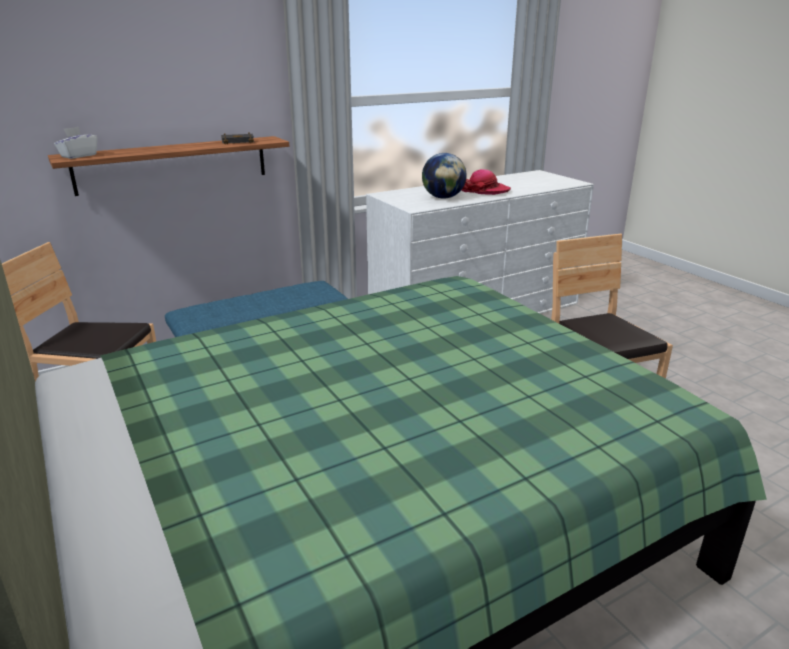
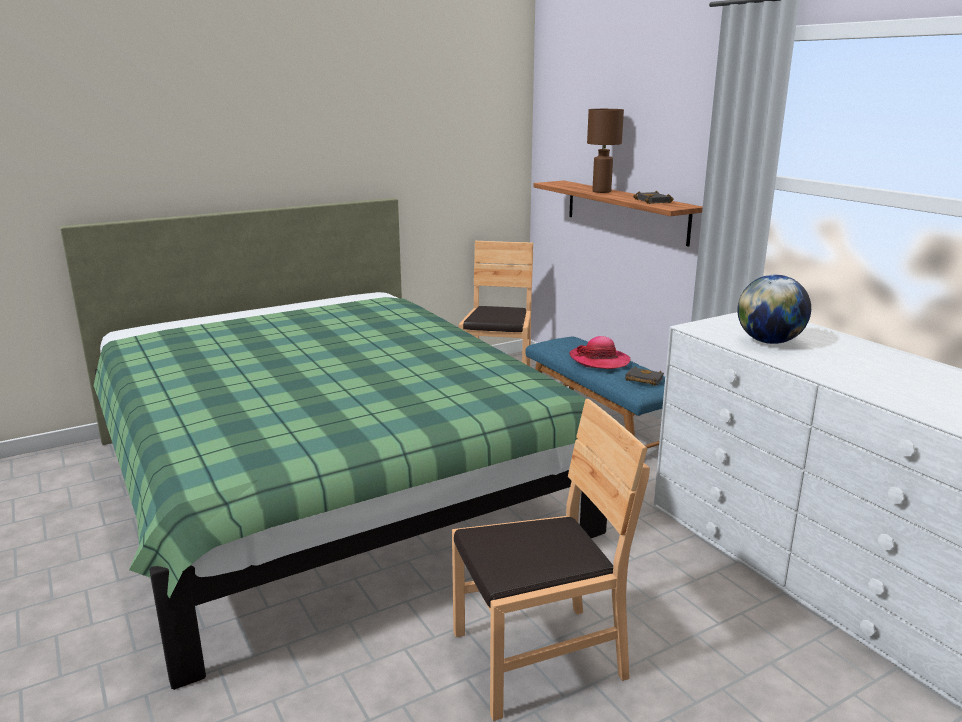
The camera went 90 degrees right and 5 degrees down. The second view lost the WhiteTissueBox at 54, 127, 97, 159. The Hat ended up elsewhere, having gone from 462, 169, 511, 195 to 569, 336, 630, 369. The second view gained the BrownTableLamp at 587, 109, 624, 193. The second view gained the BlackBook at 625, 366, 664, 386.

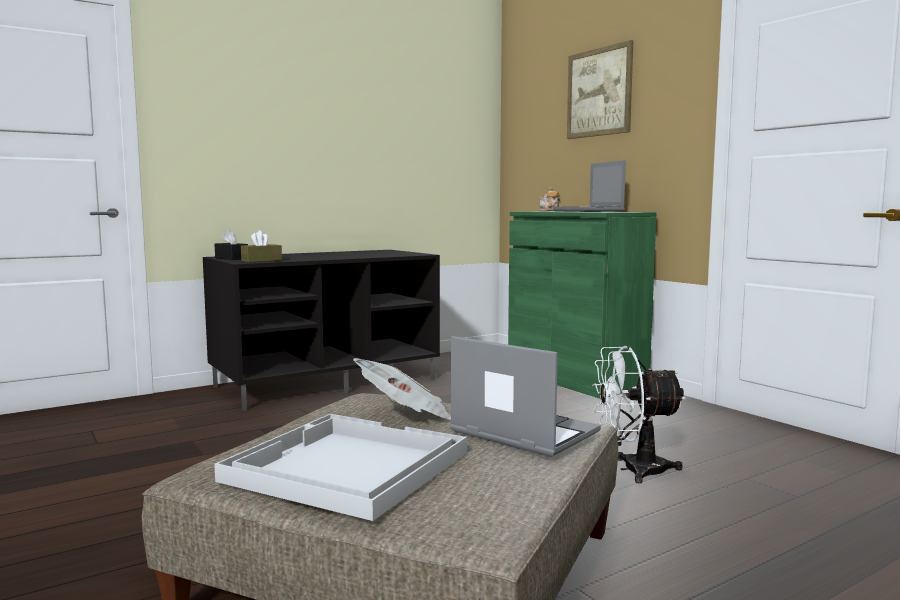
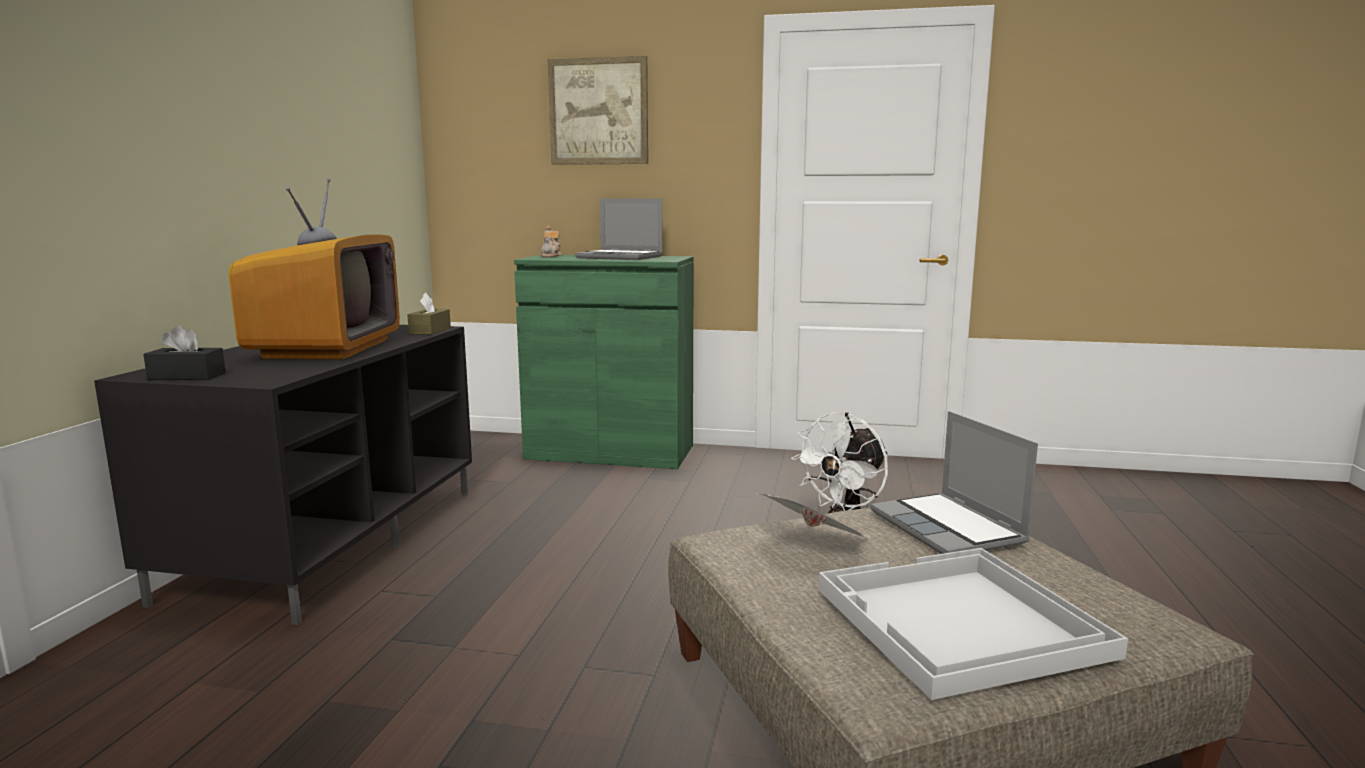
The camera went 45 degrees left and 5 degrees up. The BrownTissueBox ended up elsewhere, having gone from 241, 230, 282, 262 to 407, 293, 451, 335. The Laptop at 450, 336, 601, 457 ended up facing another way, 105 degrees counterclockwise from before. The second view gained the Television at 229, 179, 400, 359.

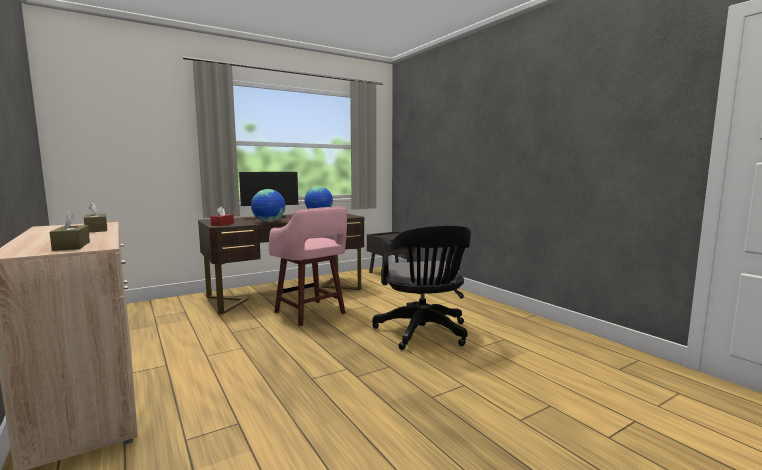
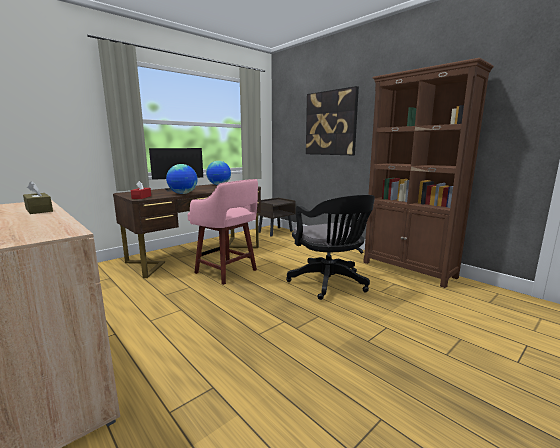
The camera went 10 degrees left and 5 degrees up. The second view lost the BrownTissueBox at 50, 211, 90, 251. The second view gained the BrownBookcase at 363, 58, 494, 288. The second view gained the Picture at 306, 86, 359, 155.

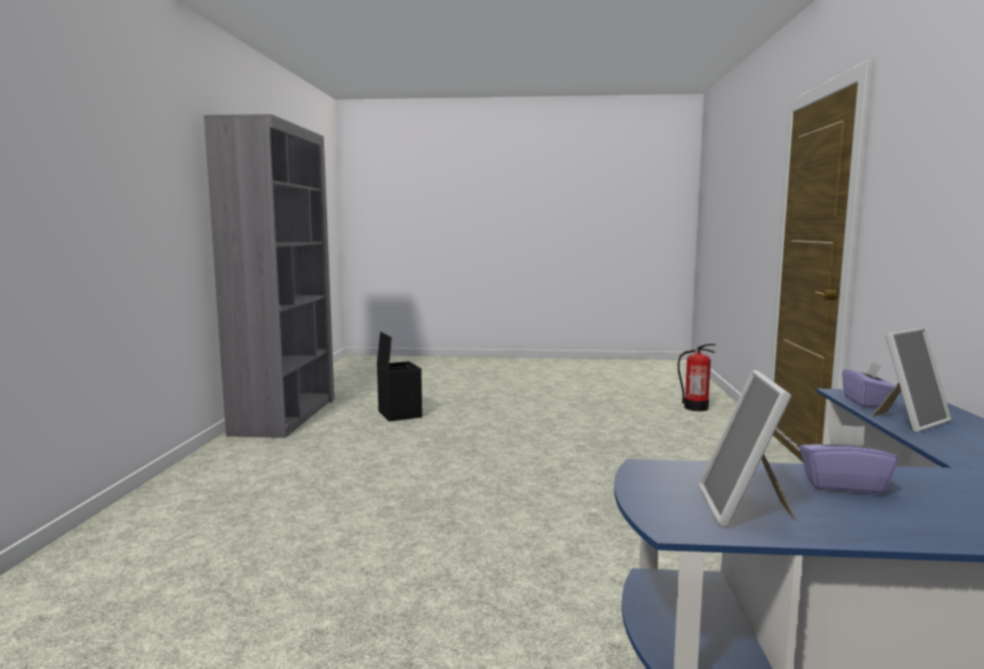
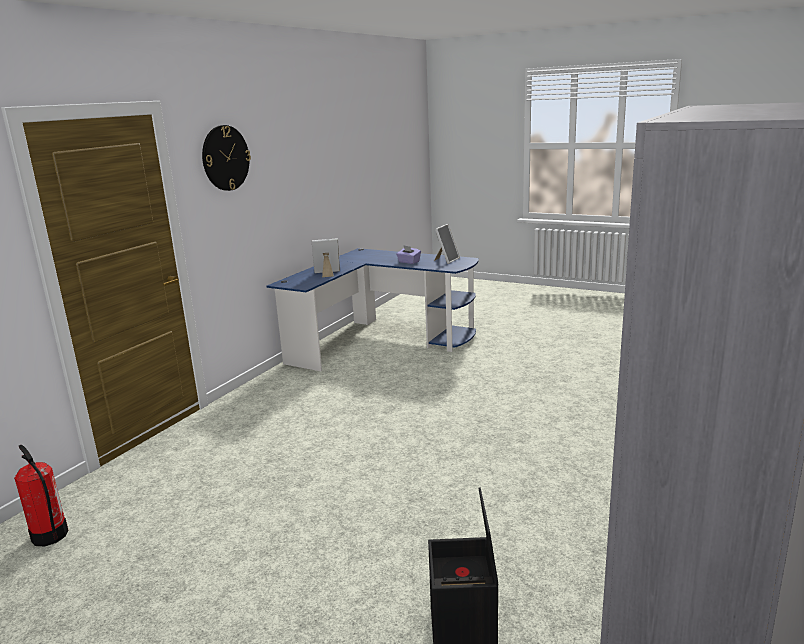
The camera went 155 degrees left and 10 degrees up. The second view lost the PurpleTissueBox at 842, 362, 895, 408. The second view gained the WallClock at 202, 125, 251, 191.

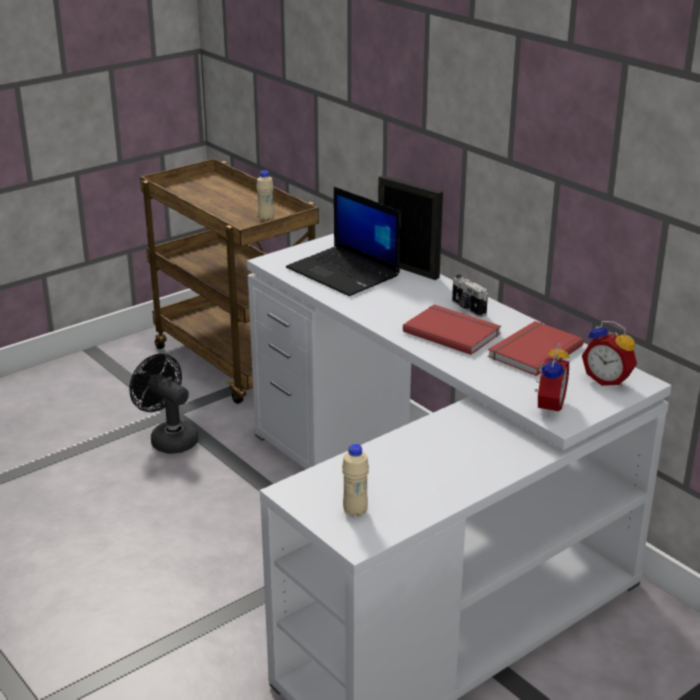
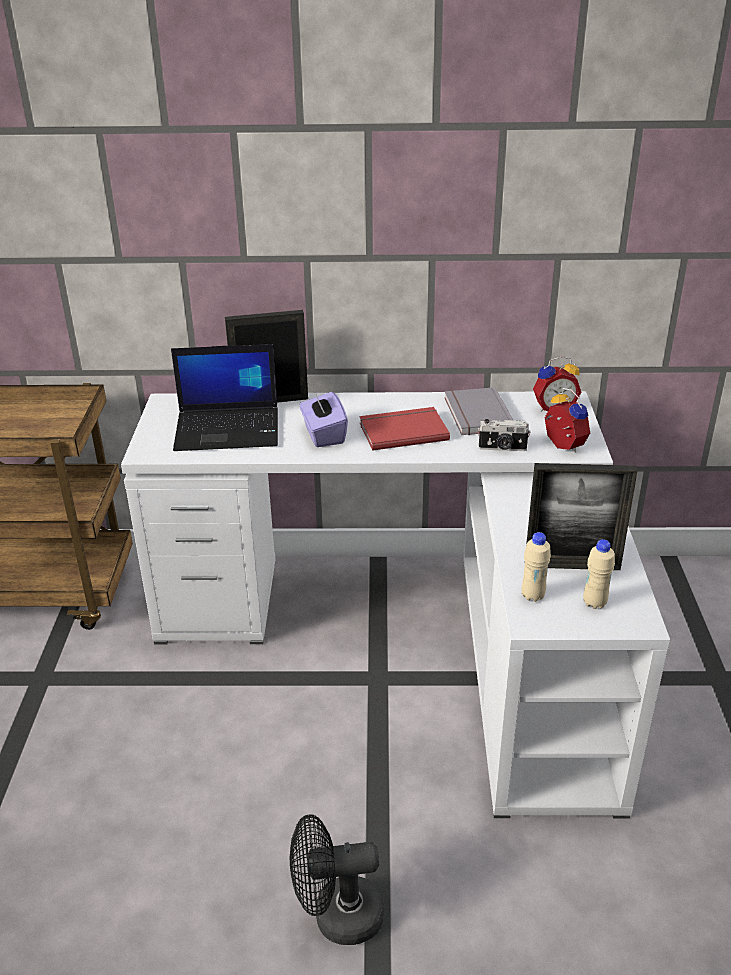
The camera went 50 degrees left and 5 degrees up. The BeigeBottle ended up elsewhere, having gone from 256, 170, 274, 221 to 522, 532, 551, 602. The PhotoCamera ended up elsewhere, having gone from 452, 275, 488, 317 to 478, 419, 530, 451. What was the RedBook at 488, 321, 584, 376 turned into the GreyBook at 445, 387, 513, 435. The BlackFan ended up elsewhere, having gone from 129, 354, 198, 454 to 290, 814, 384, 945. The second view gained the PurpleTissueBox at 300, 390, 348, 447. The second view gained the PictureFrame at 526, 463, 637, 570.

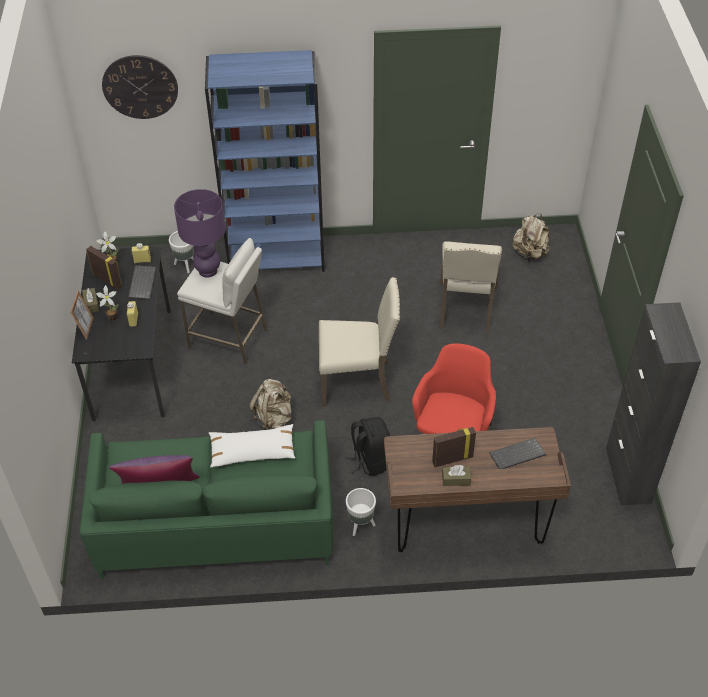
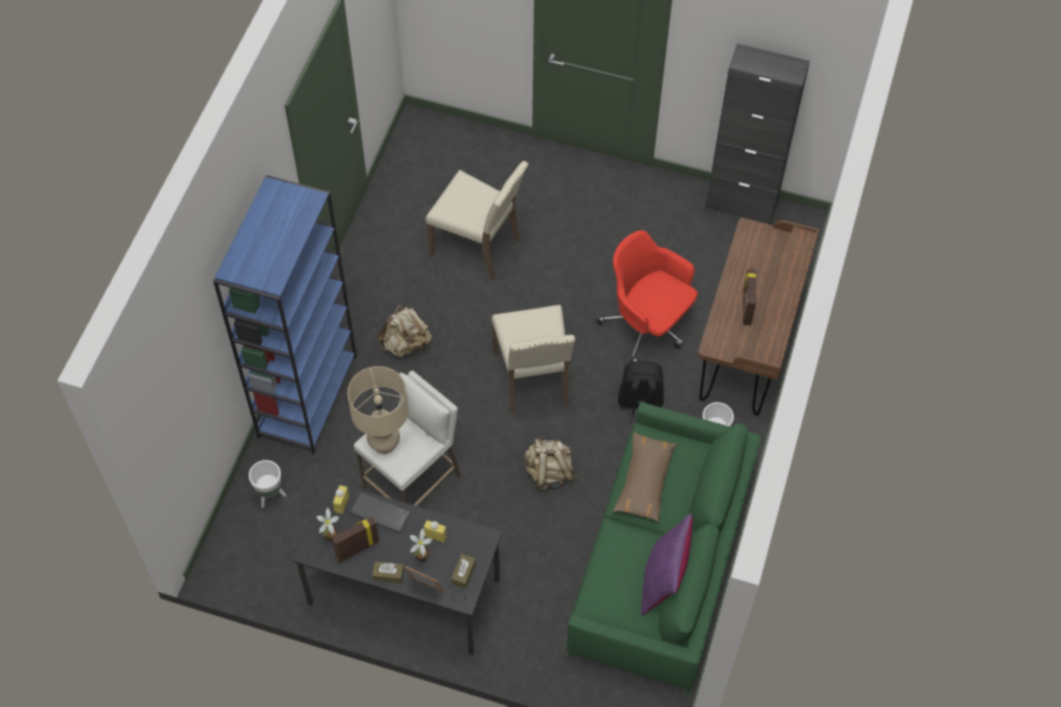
The camera went 70 degrees left and 10 degrees up. The second view lost the WallClock at 102, 55, 178, 119. What was the PurpleTableLamp at 174, 189, 226, 278 turned into the BeigeTableLamp at 347, 366, 408, 454. The BeigeBackpack ended up elsewhere, having gone from 512, 213, 549, 262 to 377, 305, 432, 357. The BeigeChair at 319, 277, 400, 407 ended up facing another way, 150 degrees clockwise from before. What was the WhitePillow at 209, 424, 295, 468 turned into the BrownPillow at 613, 432, 677, 522. The second view lost the Keyboard at 489, 438, 546, 469. The BrownTissueBox ended up elsewhere, having gone from 442, 465, 471, 486 to 451, 554, 476, 589.

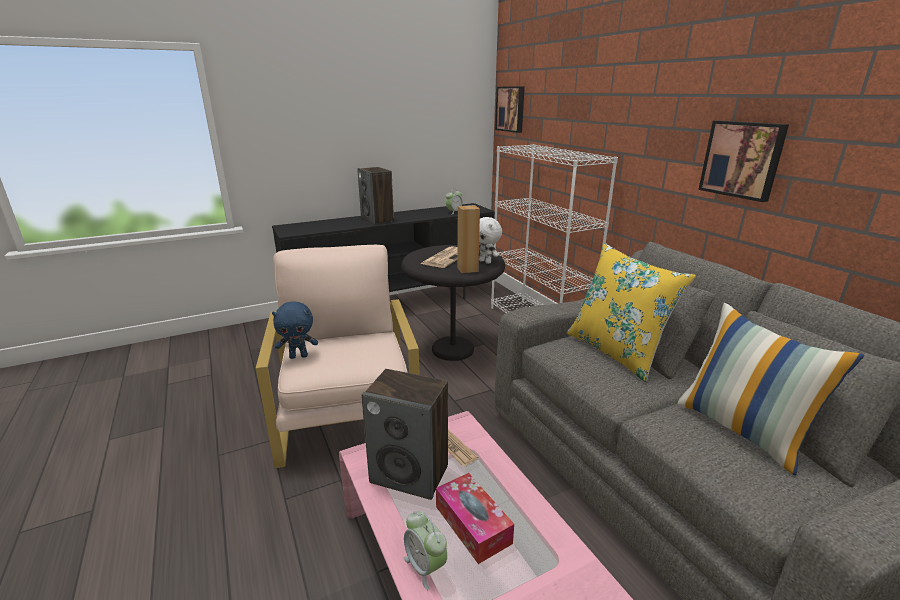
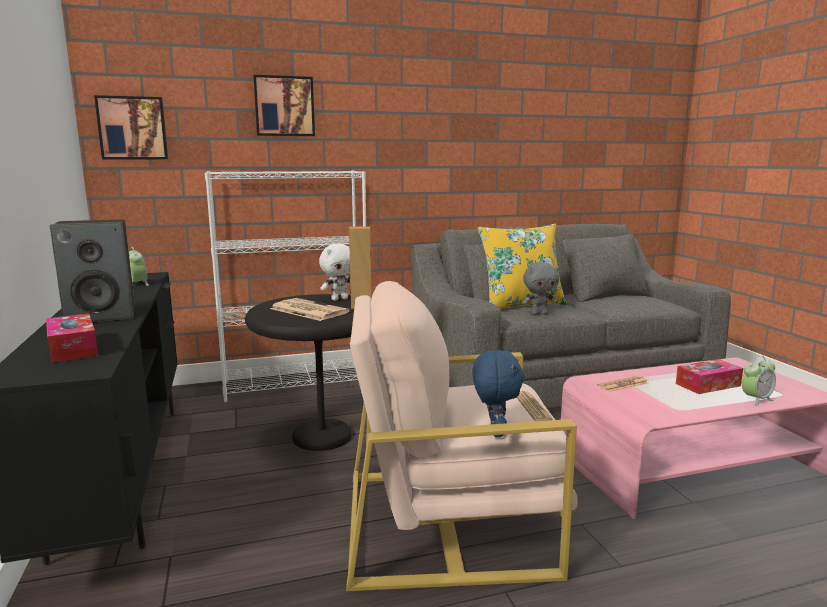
The camera went 80 degrees left and 10 degrees down. The Picture ended up elsewhere, having gone from 698, 120, 789, 202 to 253, 75, 315, 136. The second view lost the Pillow at 677, 303, 864, 476. The second view lost the Speaker at 361, 369, 448, 500. The second view gained the GreyPlushToy at 522, 262, 560, 315. The second view gained the TissueBox at 46, 313, 98, 363. The second view gained the Newspaper at 517, 391, 553, 421.

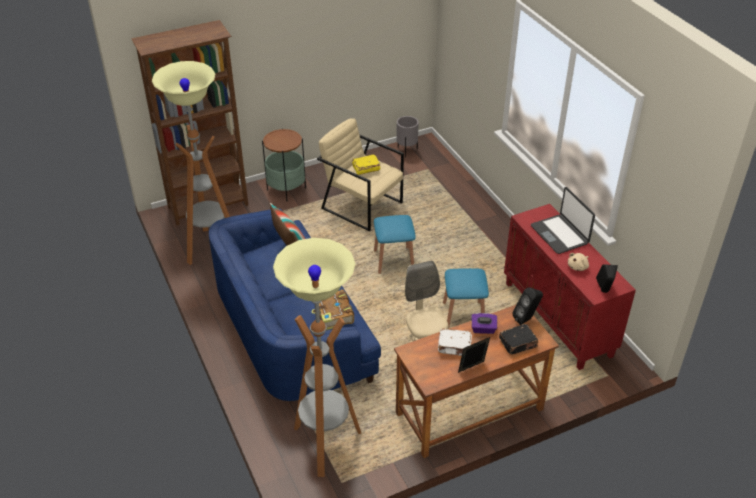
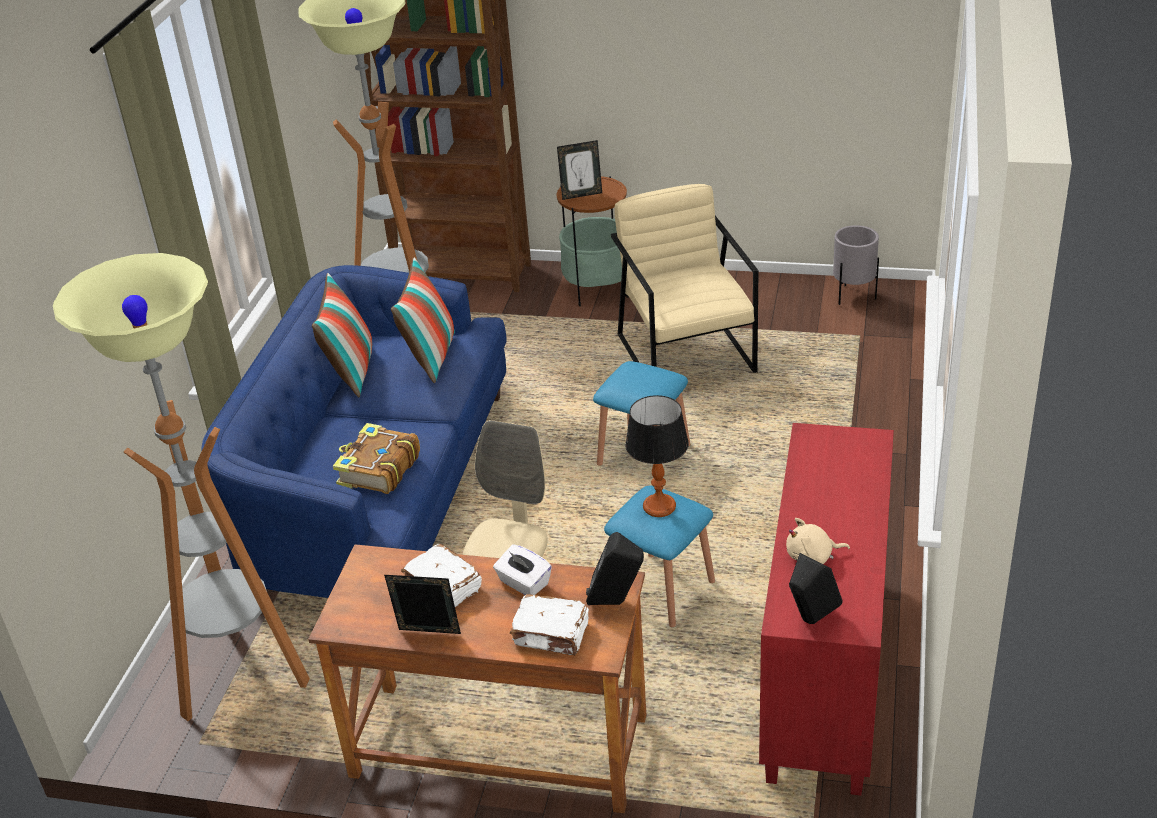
The camera went 40 degrees right and 5 degrees down. The second view lost the YellowBook at 352, 154, 380, 175. The second view lost the Laptop at 531, 187, 595, 254. What was the PurpleTissueBox at 471, 313, 497, 334 turned into the WhiteTissueBox at 493, 544, 552, 595. What was the BlackBook at 499, 324, 538, 354 turned into the WhiteBook at 510, 594, 589, 656. The second view gained the PictureFrame at 557, 140, 602, 200. The second view gained the Pillow at 312, 273, 373, 397. The second view gained the TableLamp at 625, 395, 689, 517.

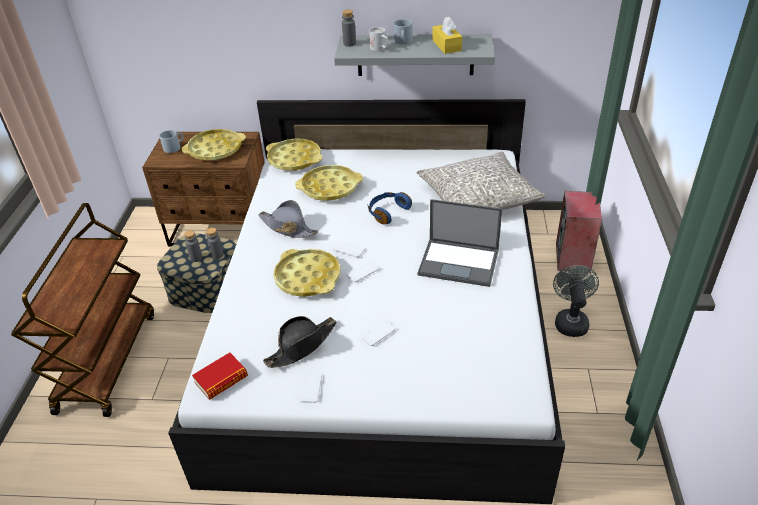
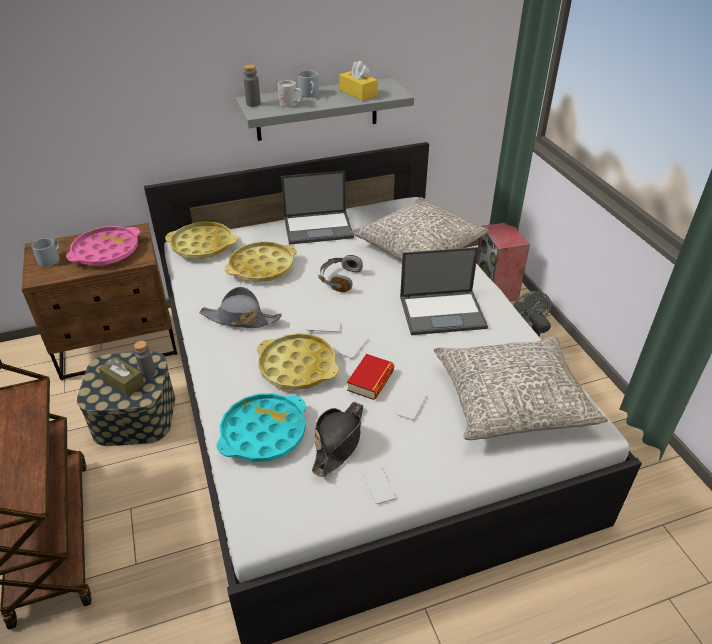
The camera went 25 degrees left and 0 degrees up. What was the YellowTray at 182, 129, 246, 161 turned into the PinkTray at 66, 226, 140, 266. What was the BlueHeadphones at 368, 192, 412, 225 turned into the GreyHeadphones at 318, 255, 363, 292. Where the GreyBottle stood at 184, 230, 202, 262, the BrownTissueBox came to stand at 98, 357, 144, 396. The Book ended up elsewhere, having gone from 192, 352, 248, 400 to 347, 354, 394, 400. The second view gained the Laptop at 281, 171, 354, 245. The second view gained the GreyPillow at 434, 336, 608, 440. The second view gained the TurquoiseTray at 217, 393, 306, 462.

